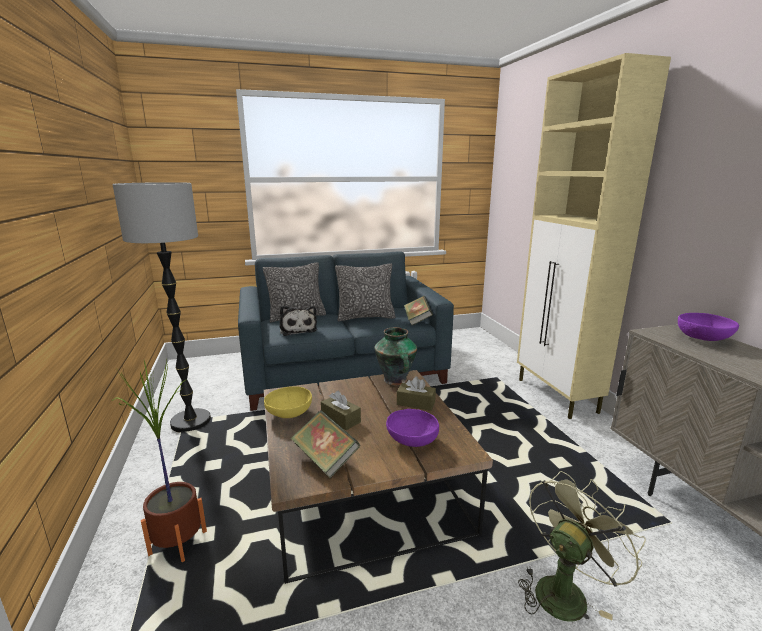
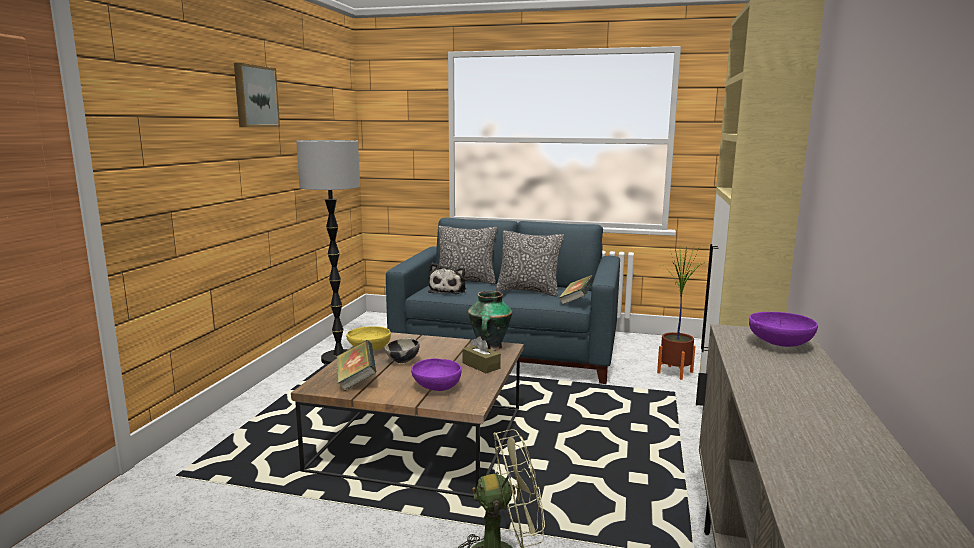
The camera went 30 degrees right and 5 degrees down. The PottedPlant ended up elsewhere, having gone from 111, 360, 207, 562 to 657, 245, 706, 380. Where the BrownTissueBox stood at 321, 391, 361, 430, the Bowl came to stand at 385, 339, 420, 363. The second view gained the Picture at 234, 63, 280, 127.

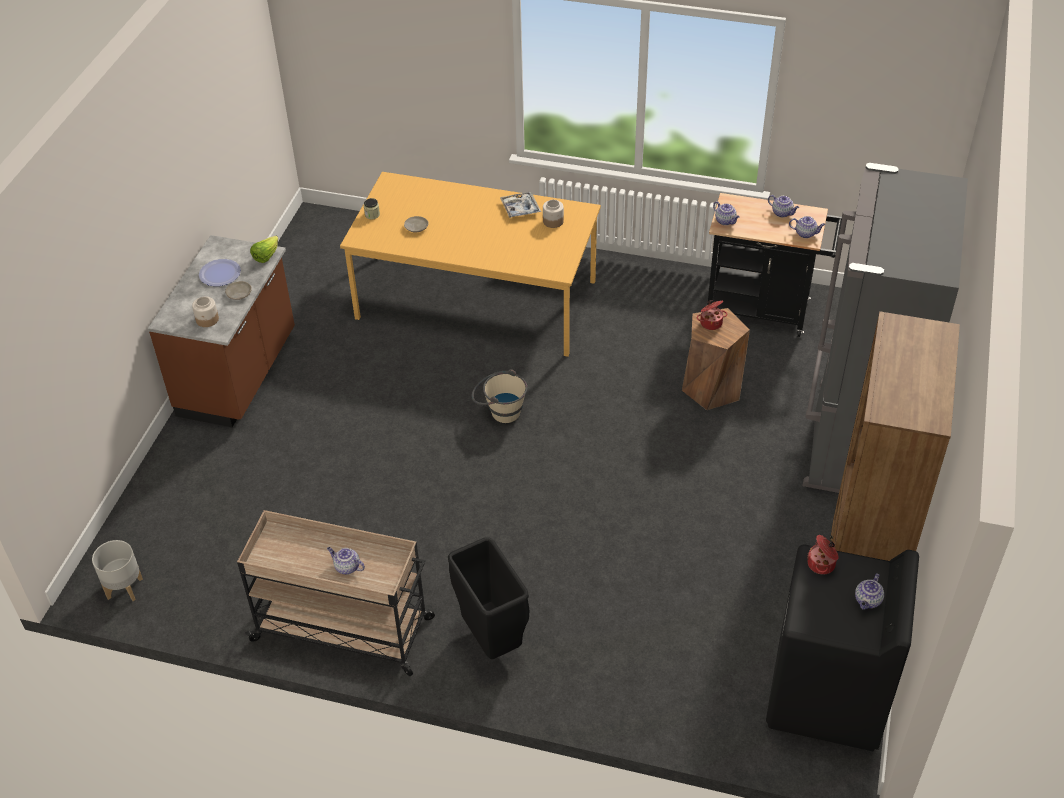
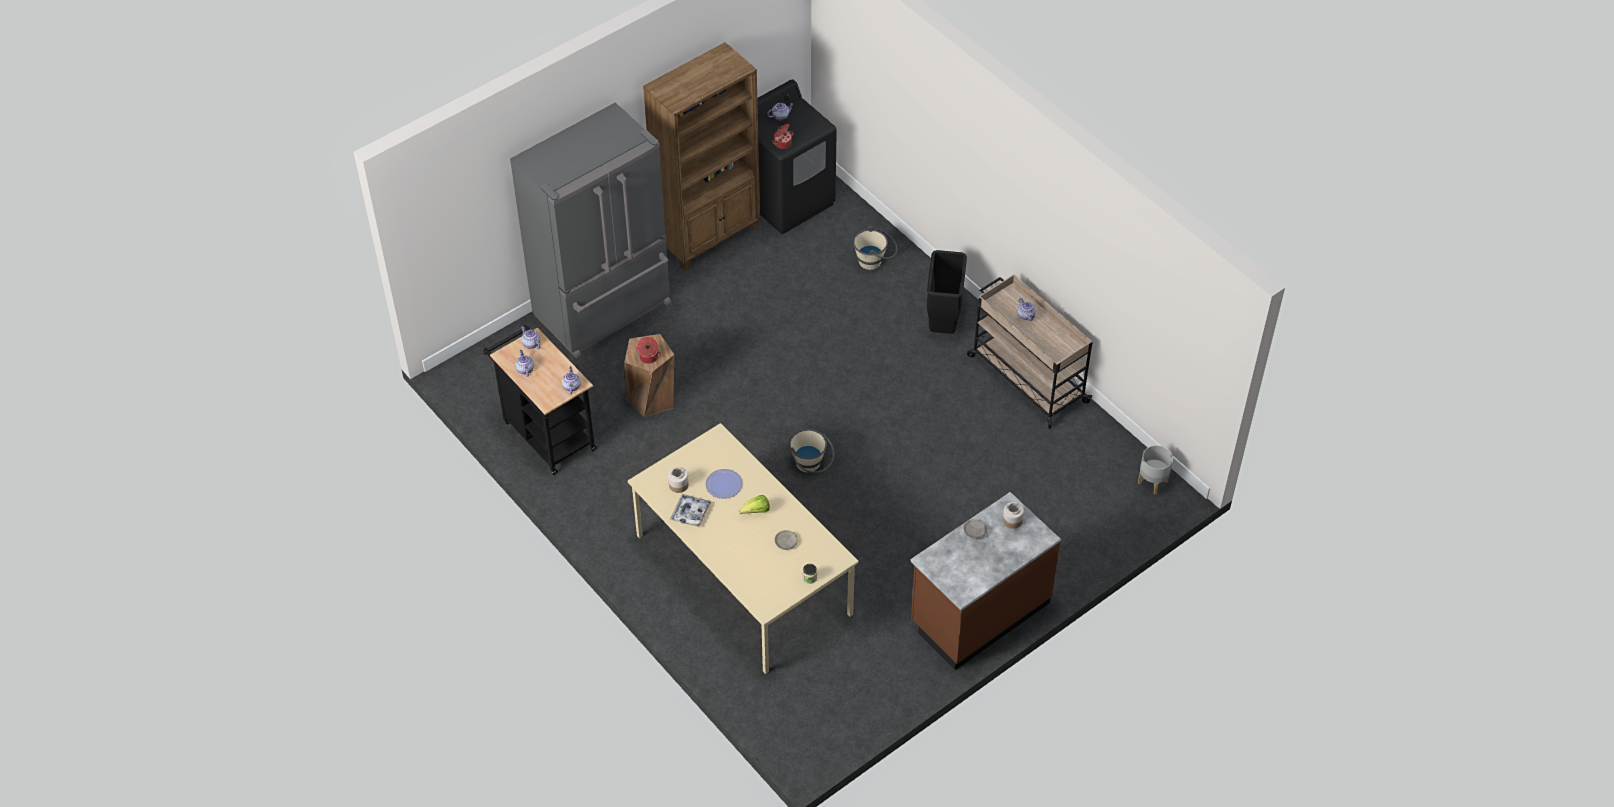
The camera went 145 degrees left and 5 degrees up. What was the OrangeDiningTable at 340, 172, 601, 357 turned into the BeigeDiningTable at 628, 423, 859, 674. The Lettuce ended up elsewhere, having gone from 250, 236, 278, 263 to 739, 495, 770, 514. The Plate ended up elsewhere, having gone from 199, 259, 241, 286 to 706, 469, 743, 499. The second view gained the BeigeBucket at 853, 226, 898, 270.

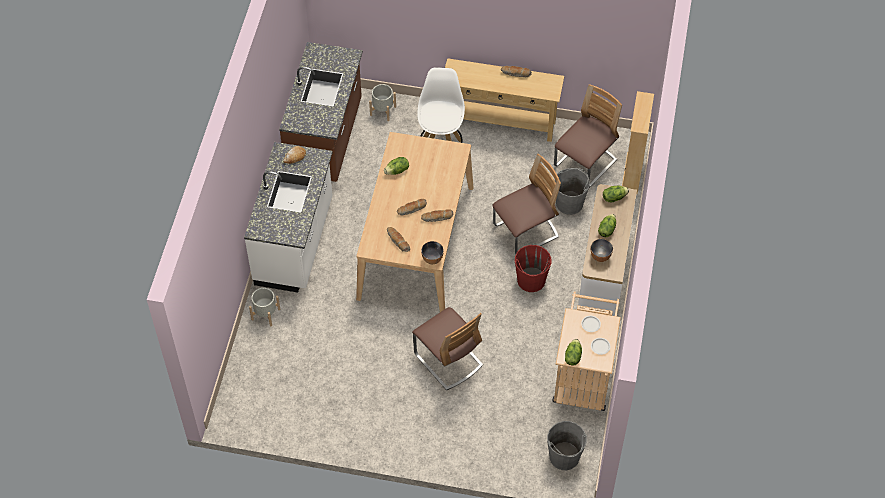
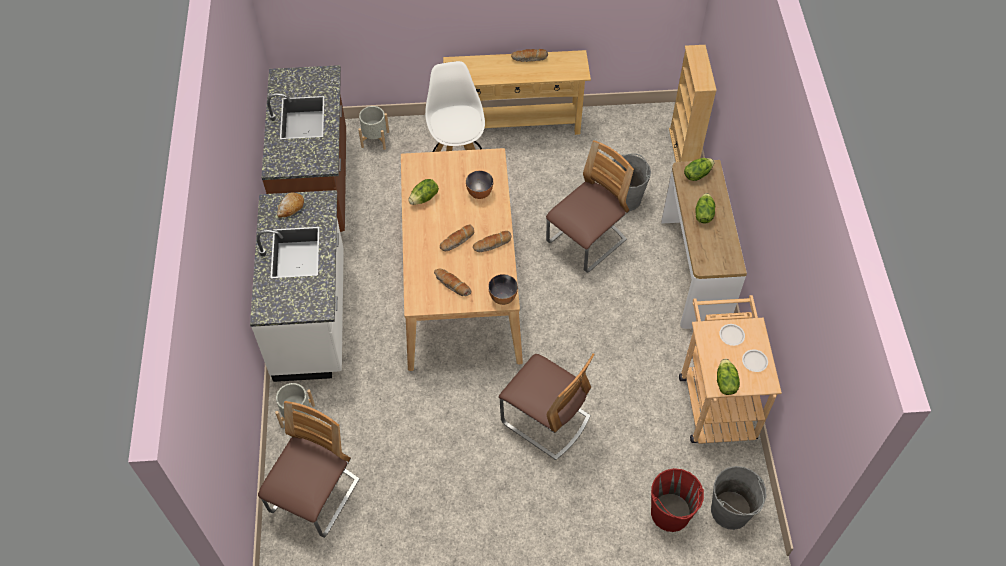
The camera went 15 degrees left and 0 degrees up. The Chair ended up elsewhere, having gone from 554, 84, 622, 188 to 258, 401, 360, 538. The Bowl ended up elsewhere, having gone from 591, 239, 613, 262 to 466, 170, 493, 199. The RedBucket ended up elsewhere, having gone from 515, 245, 551, 292 to 651, 468, 704, 532.

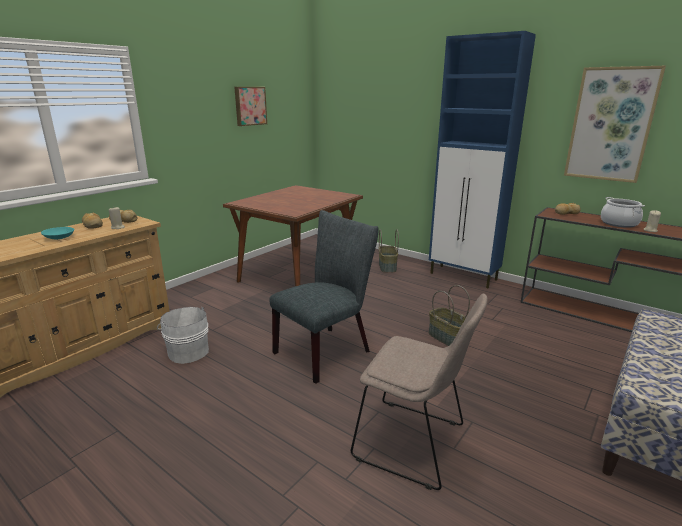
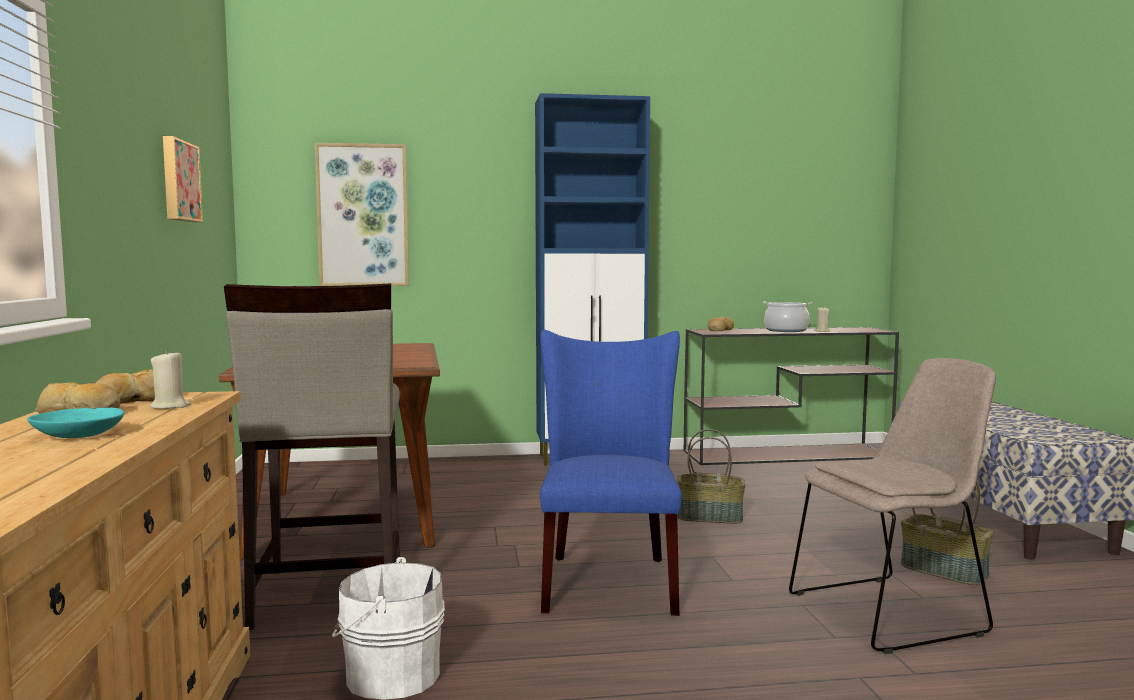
The camera went 45 degrees left and 15 degrees down. The Picture ended up elsewhere, having gone from 564, 66, 666, 183 to 315, 143, 409, 286. What was the GreyChair at 269, 210, 379, 384 turned into the BlueChair at 540, 330, 682, 616. The Basket ended up elsewhere, having gone from 378, 229, 399, 272 to 901, 482, 994, 585. The second view gained the BeigeStool at 224, 283, 400, 630.

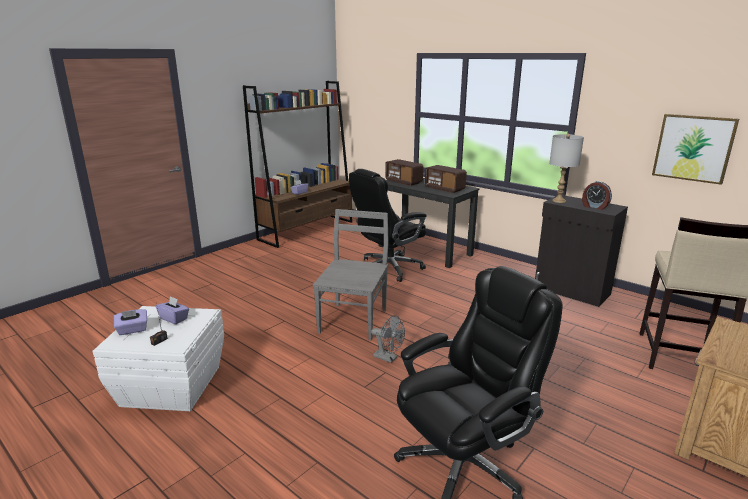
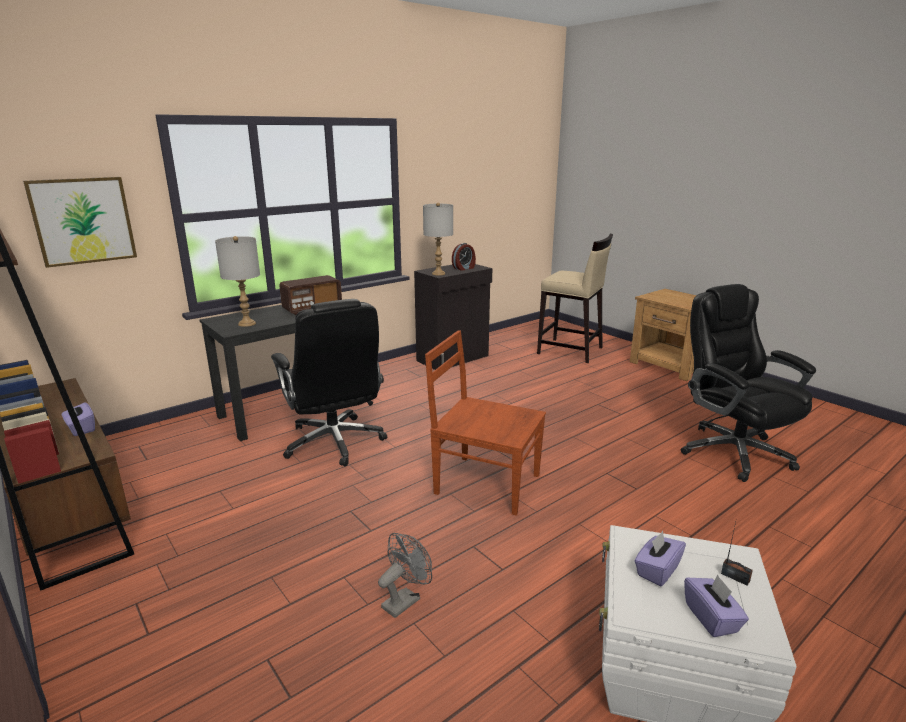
The camera went 80 degrees left and 0 degrees up. The Picture ended up elsewhere, having gone from 652, 114, 739, 185 to 23, 177, 137, 268. Where the Radio stood at 385, 159, 423, 186, the GreyTableLamp came to stand at 215, 236, 260, 327. What was the GreyChair at 313, 209, 389, 340 turned into the BrownChair at 425, 330, 546, 516. The GreyFan ended up elsewhere, having gone from 371, 315, 405, 363 to 378, 533, 432, 618.

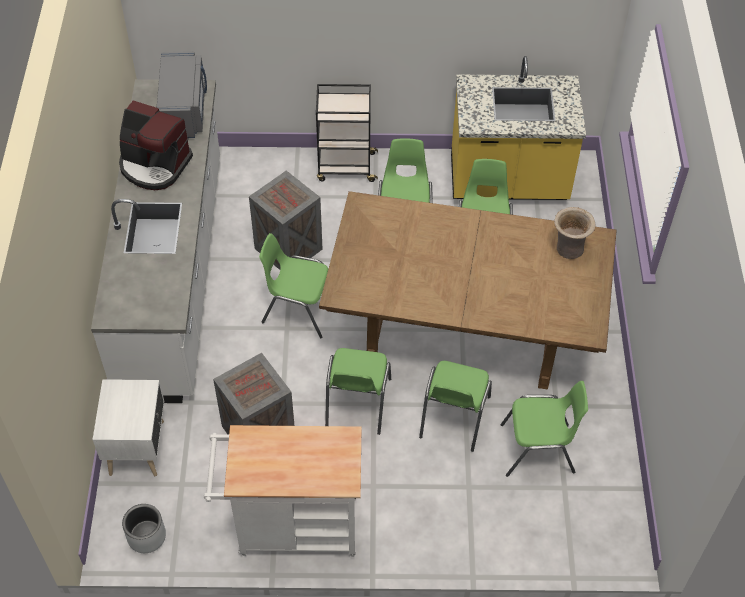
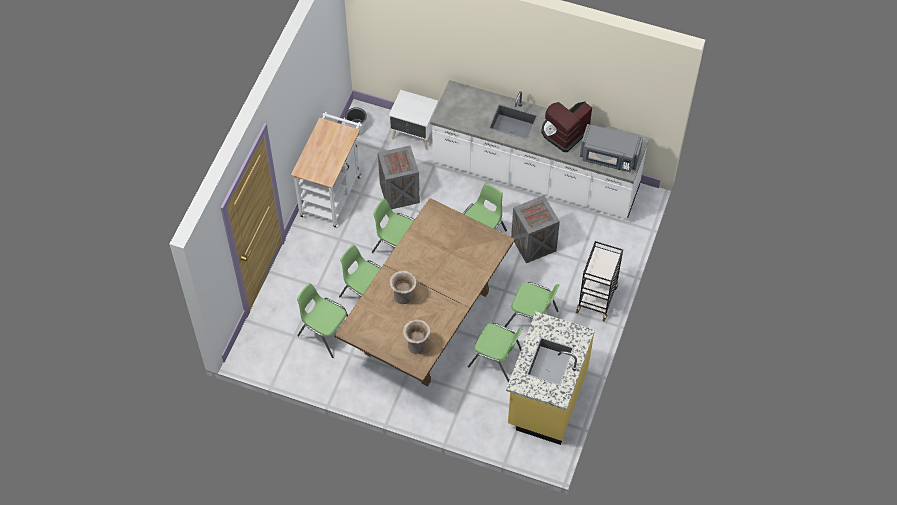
The camera went 110 degrees right and 5 degrees up. The GreenChair at 501, 381, 588, 477 ended up facing another way, 105 degrees clockwise from before. The second view gained the BeigeVase at 389, 270, 417, 304.

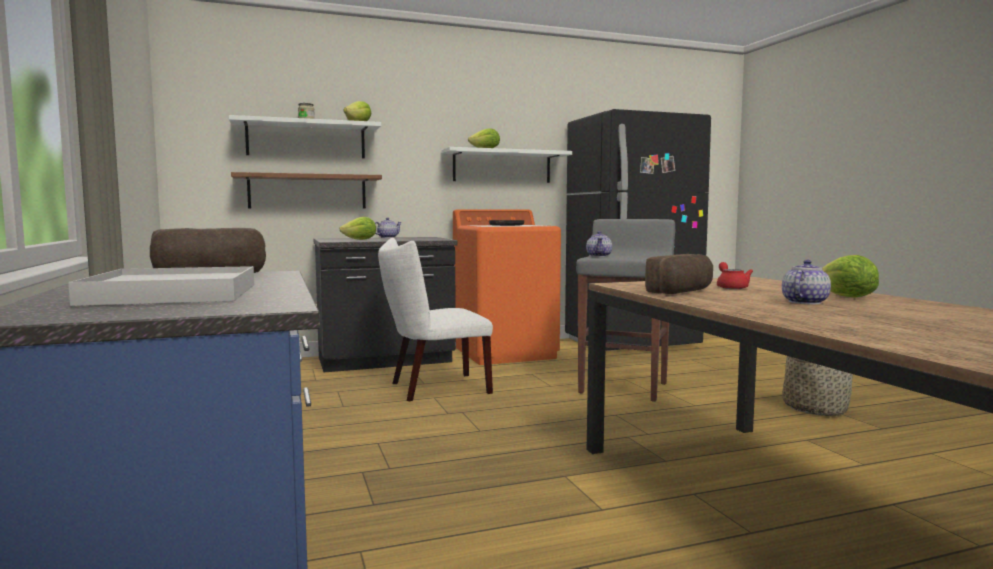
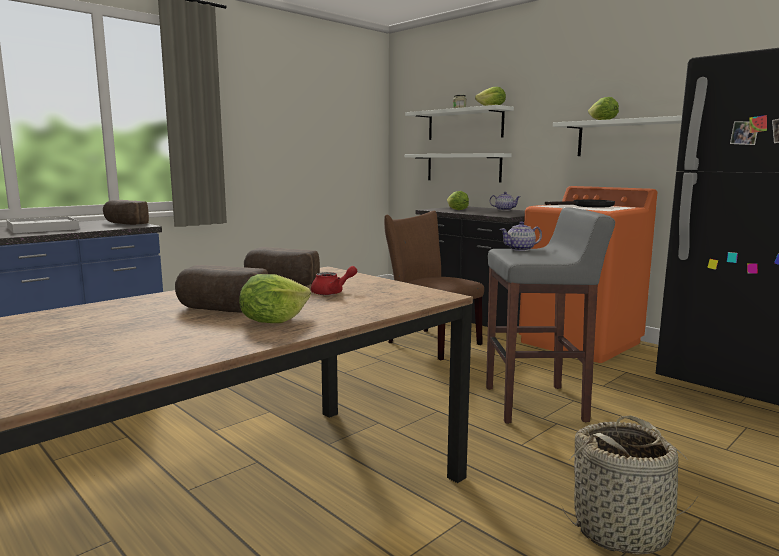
The camera went 65 degrees right and 5 degrees up. What was the BrownShelf at 231, 172, 382, 209 turned into the WhiteShelf at 405, 153, 512, 183. What was the WhiteChair at 378, 238, 493, 401 turned into the BrownChair at 384, 211, 484, 360. Where the Teapot stood at 782, 260, 831, 304, the Bread came to stand at 175, 265, 268, 313.

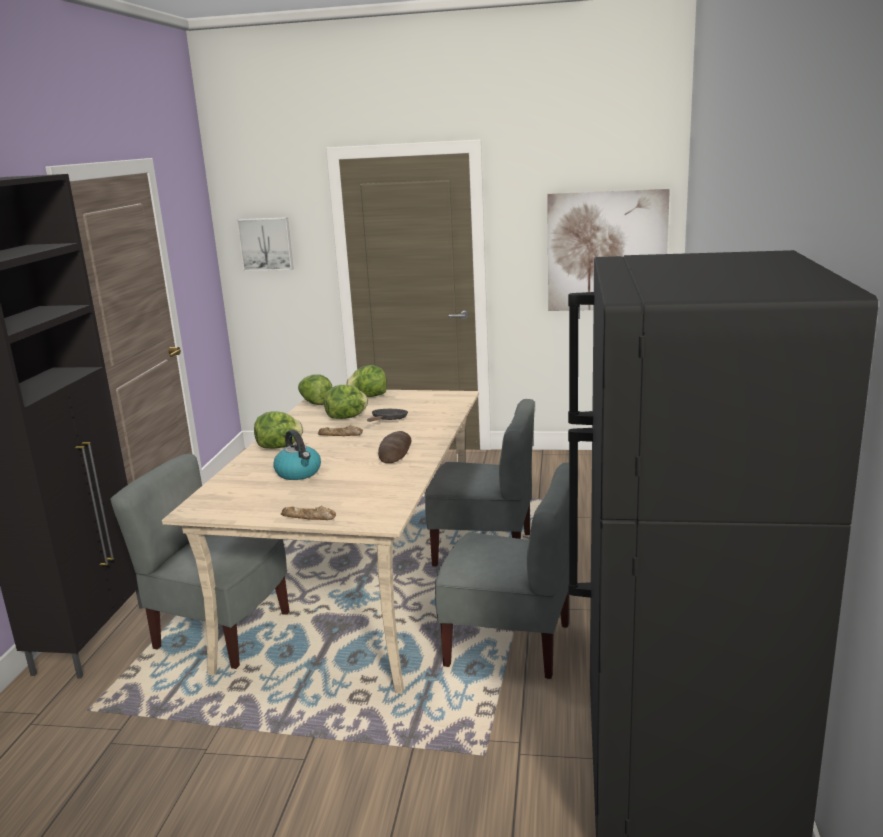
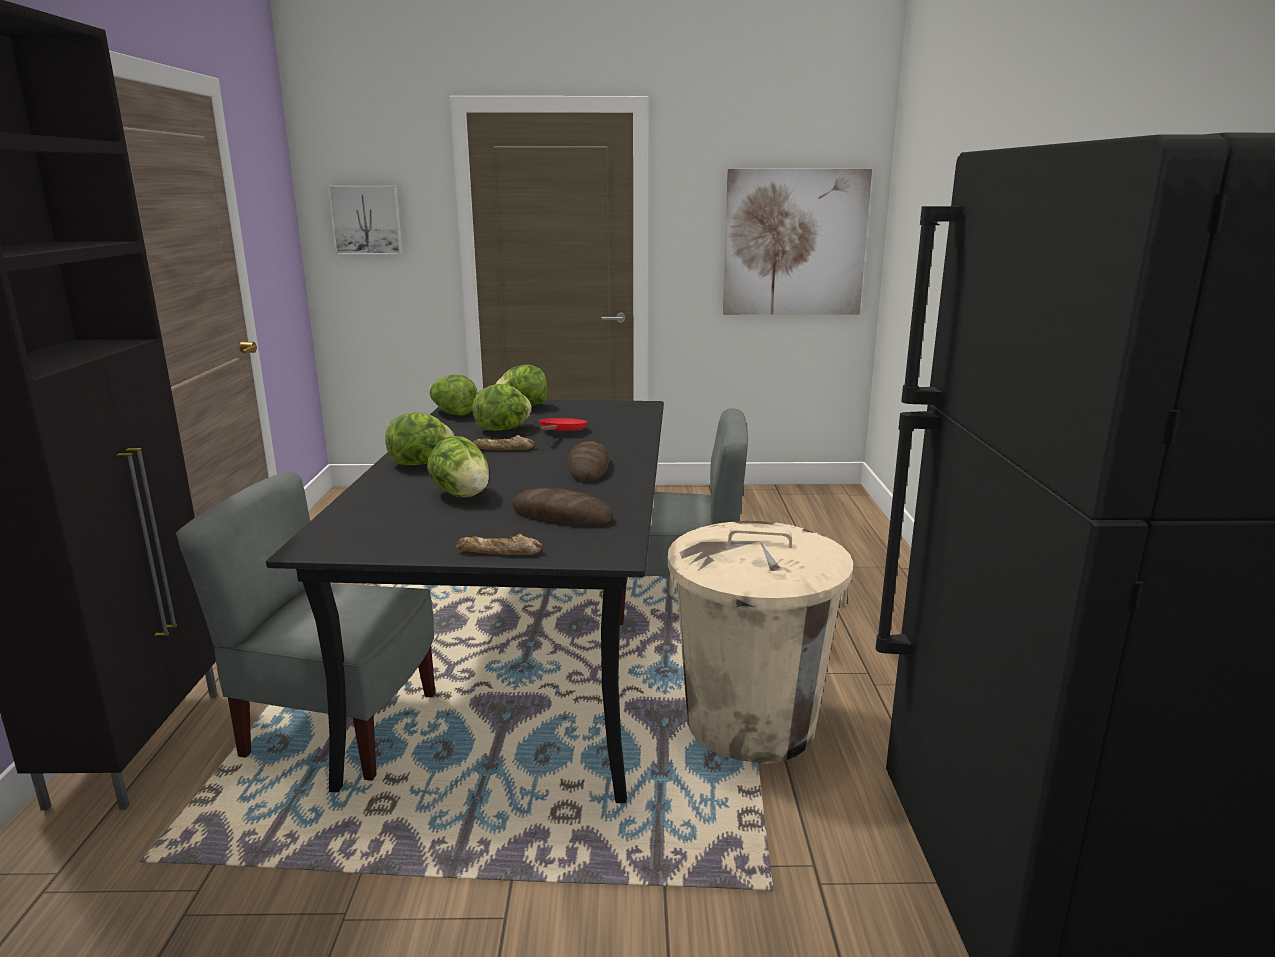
The camera went 10 degrees left and 0 degrees up. What was the BeigeDiningTable at 162, 390, 479, 694 turned into the BlackDiningTable at 266, 400, 664, 803. What was the BlackFryingPan at 367, 409, 408, 422 turned into the RedFryingPan at 539, 418, 587, 431. Where the Kettle stood at 273, 430, 321, 480, the Lettuce came to stand at 427, 436, 489, 497. Where the GreyChair stood at 435, 463, 569, 679, the BeigeTrashCan came to stand at 668, 521, 853, 764. The second view gained the Bread at 512, 488, 613, 525.

